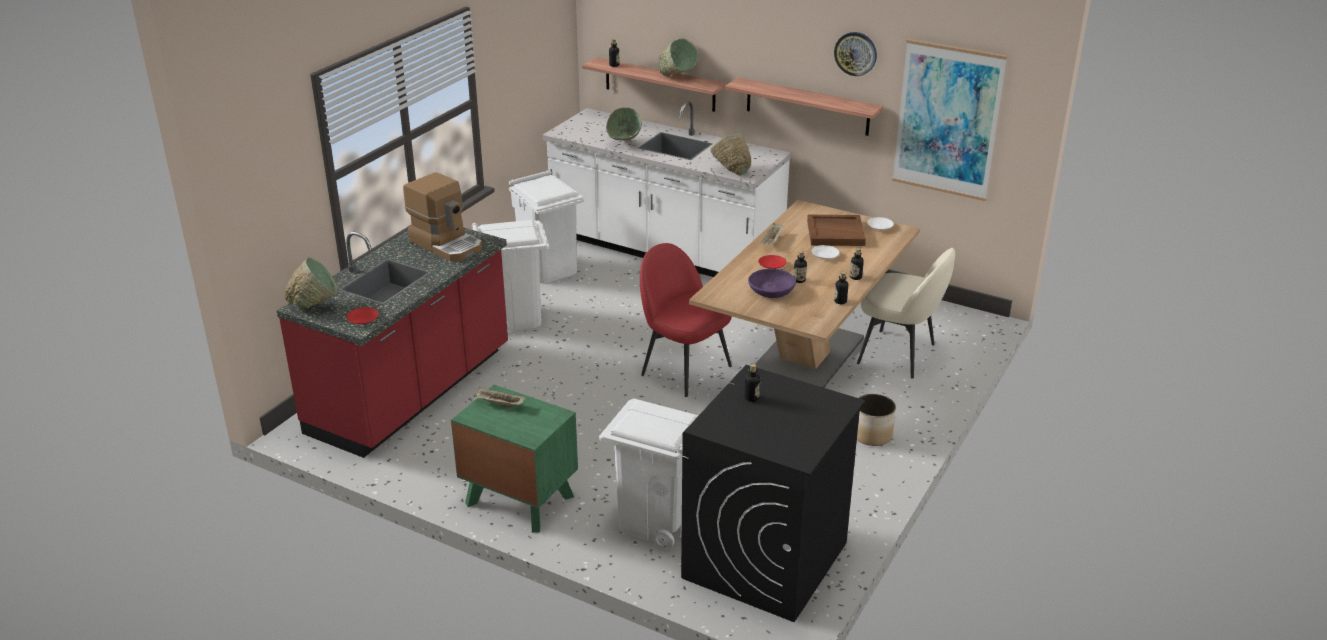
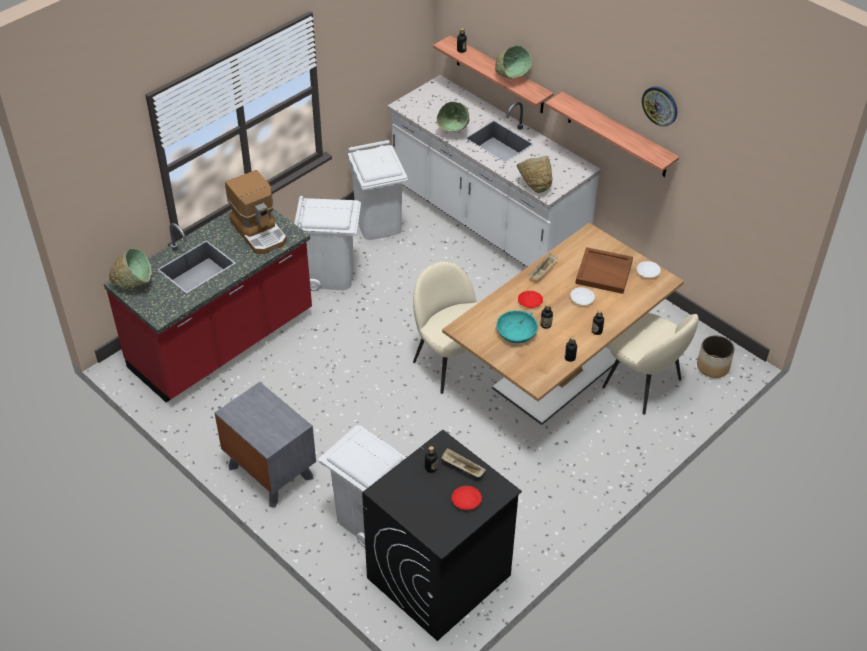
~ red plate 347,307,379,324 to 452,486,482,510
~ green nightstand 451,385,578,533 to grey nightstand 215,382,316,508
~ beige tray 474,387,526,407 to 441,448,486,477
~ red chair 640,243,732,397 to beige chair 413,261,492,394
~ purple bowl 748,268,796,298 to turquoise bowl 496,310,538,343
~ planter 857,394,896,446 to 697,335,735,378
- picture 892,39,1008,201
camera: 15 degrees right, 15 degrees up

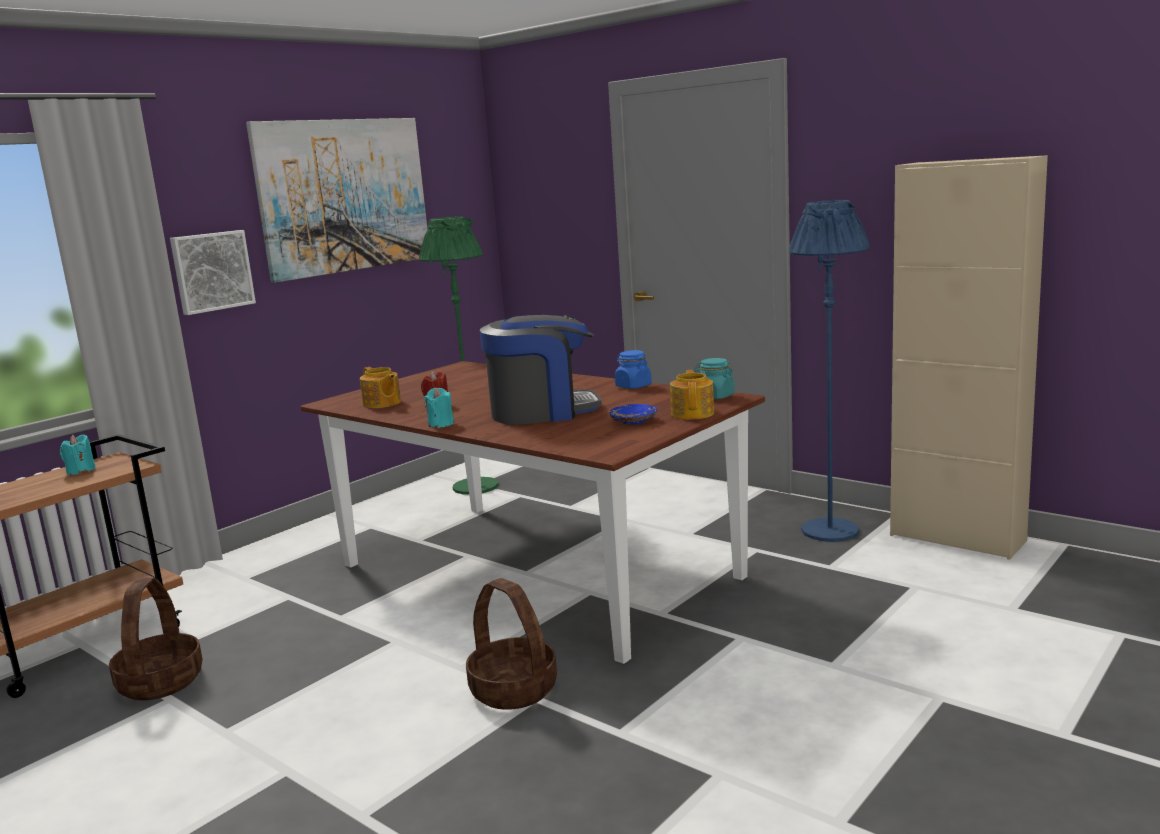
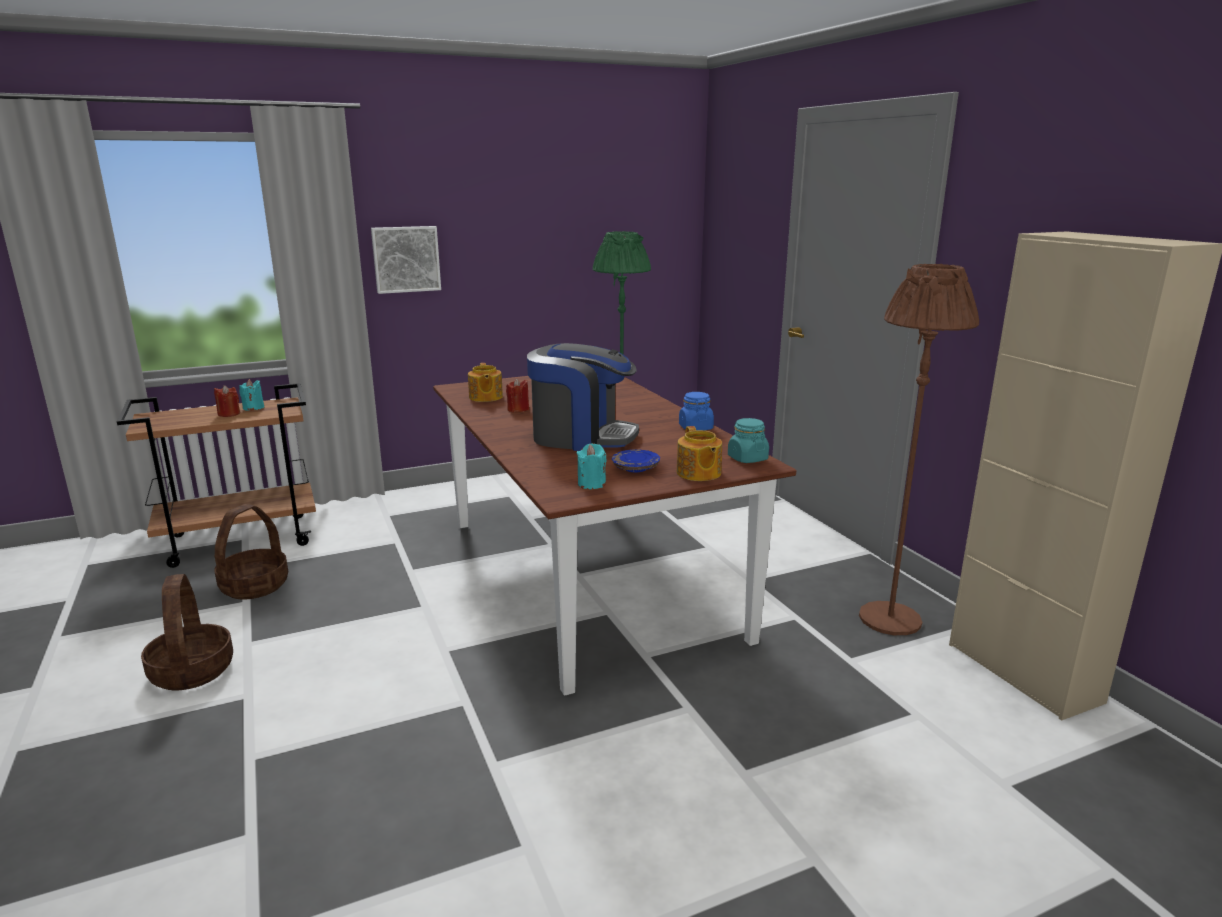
- picture 246,118,427,283
~ turquoise candle 424,387,454,428 to 577,443,607,489
~ basket 466,578,557,710 to 141,574,233,690
~ teapot 670,370,714,420 = 677,426,722,481 135 degrees clockwise
~ blue floor lamp 789,200,869,542 to brown floor lamp 859,264,979,635
+ red candle 214,385,240,417
camera: 25 degrees right, 5 degrees up

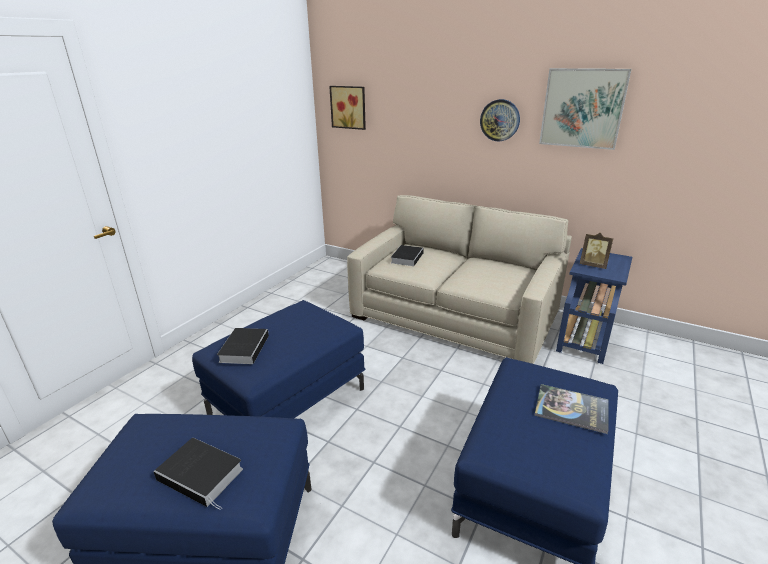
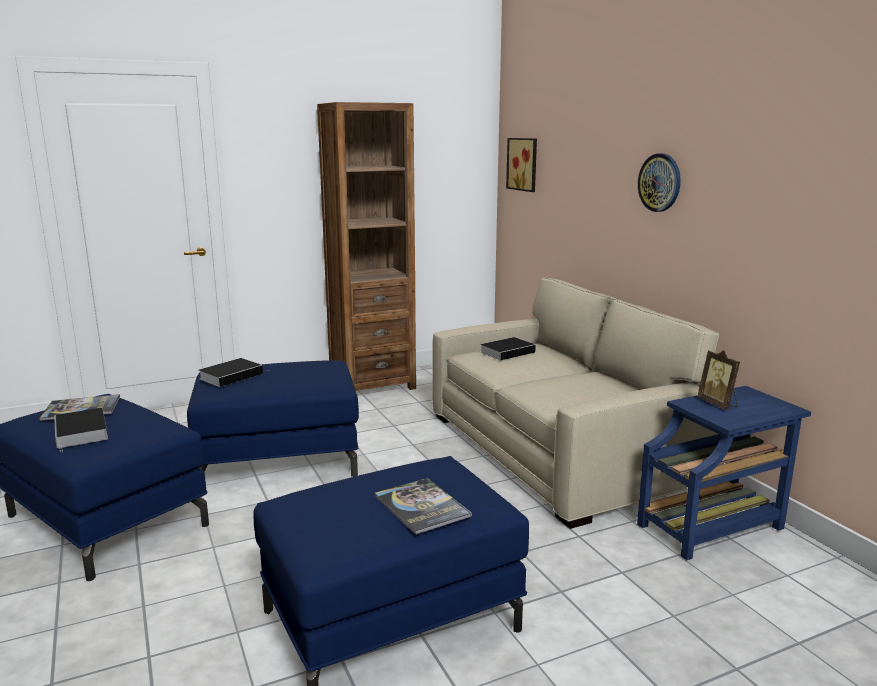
- picture 539,68,632,150
+ book 40,394,120,421
+ brown bookcase 317,102,416,391
camera: 35 degrees right, 10 degrees down

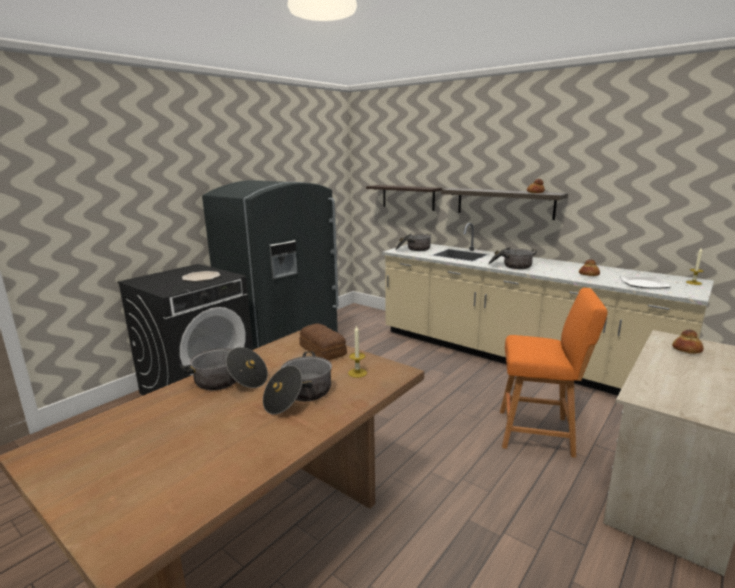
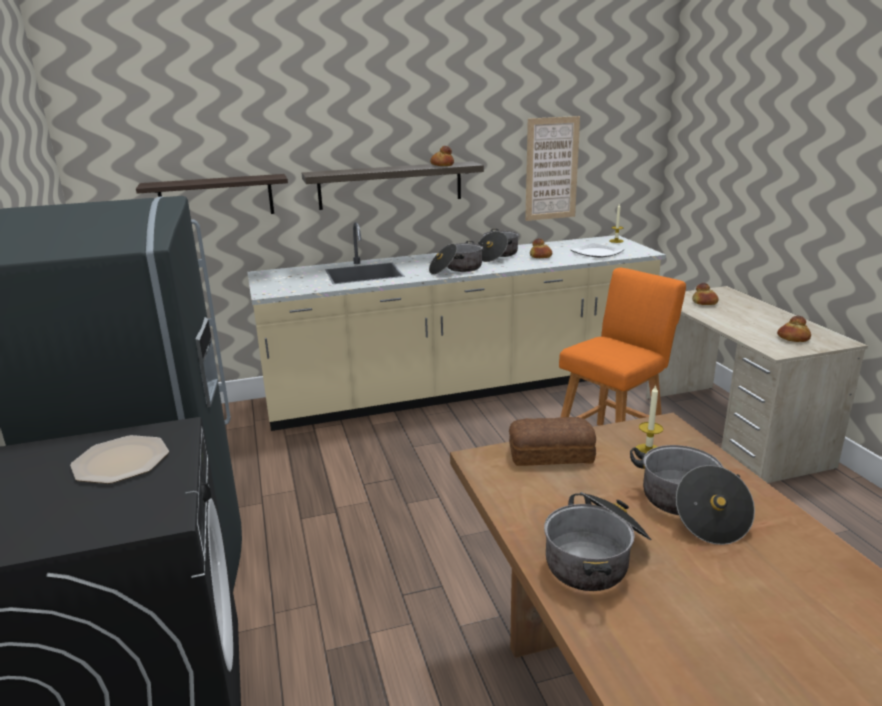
~ cooking pot 395,233,431,251 to 478,229,519,262
+ picture 525,116,580,221
+ bread 777,316,811,342
camera: 55 degrees left, 5 degrees up

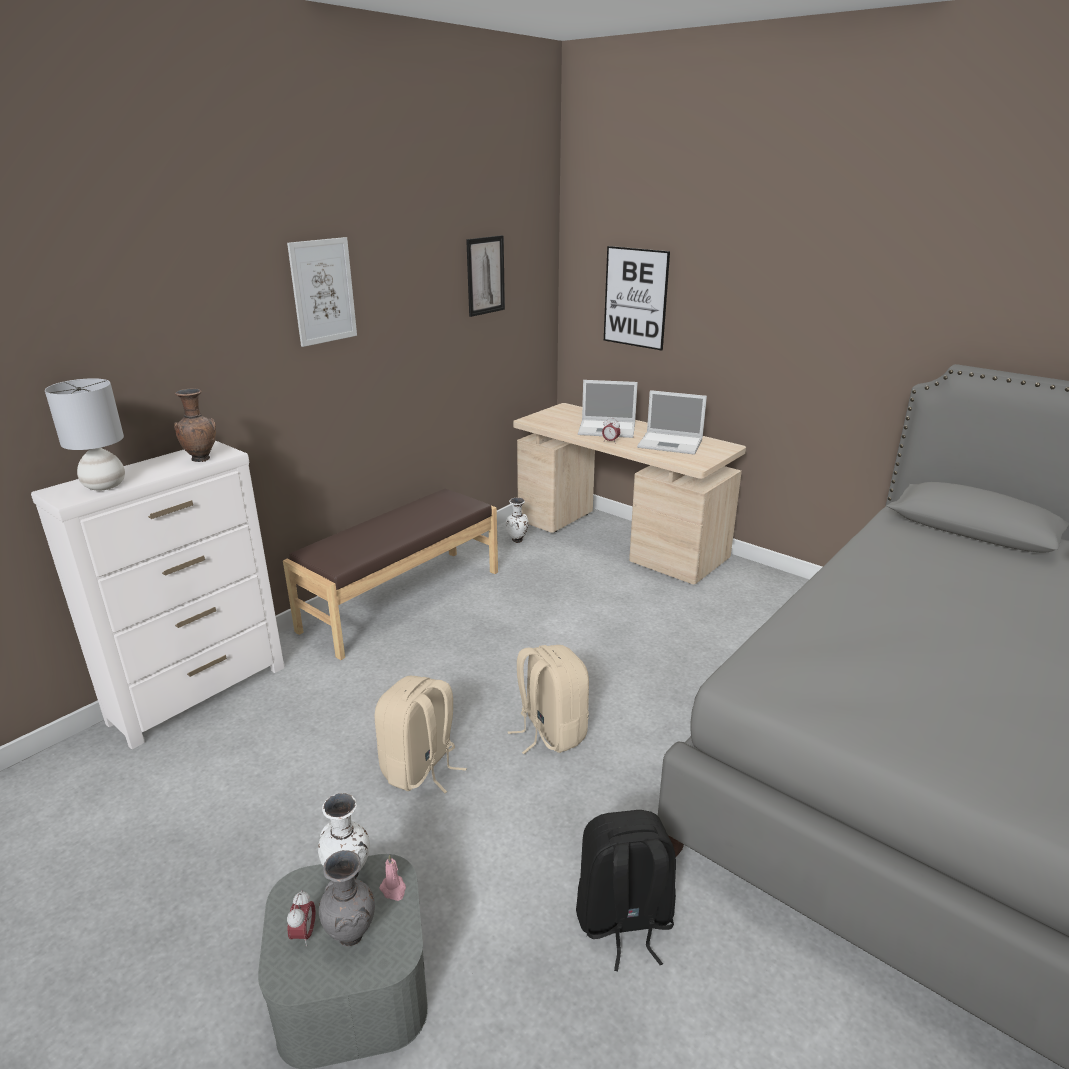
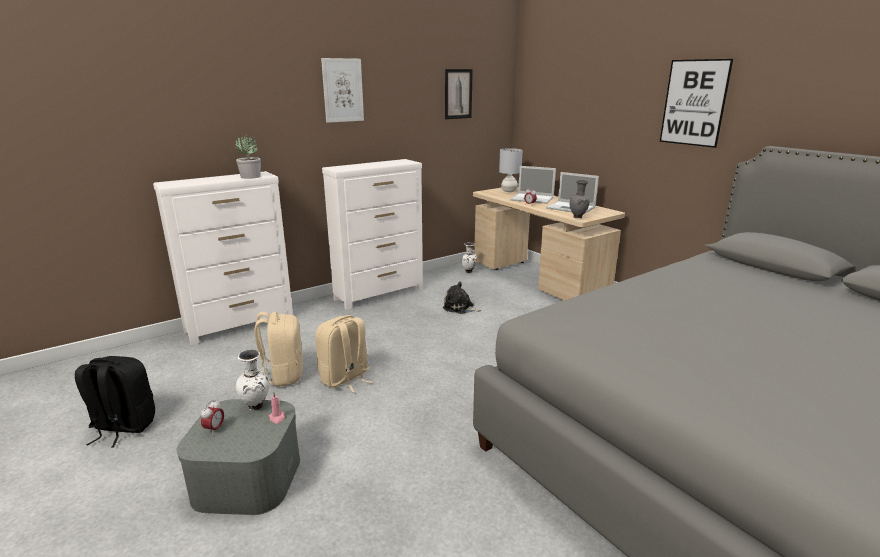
~ grey table lamp 45,378,125,491 to 499,148,523,192
~ brown vase 174,389,216,462 to potted plant 235,135,261,179
~ brown bench 283,489,498,660 to white dresser 322,159,423,310
~ grey vase 319,850,375,947 to 570,180,590,219
~ beige backpack 508,645,589,754 to 254,312,303,387
~ black backpack 576,810,676,971 to 75,356,155,448
~ picture 604,246,670,351 to 660,59,733,148
+ plush toy 443,282,481,314
camera: 15 degrees right, 5 degrees down

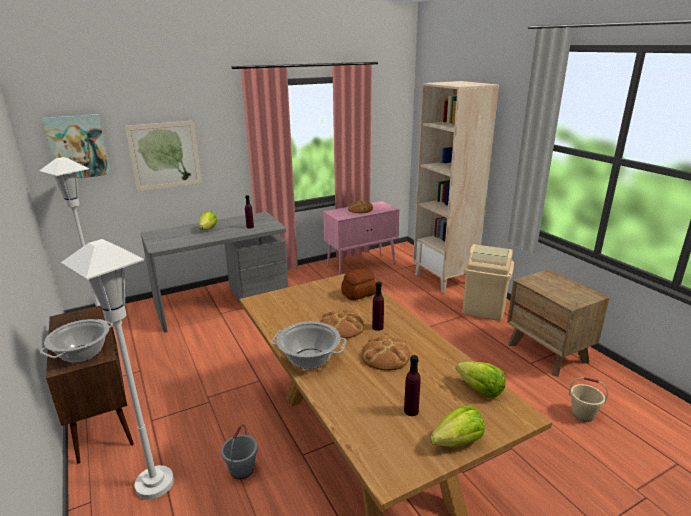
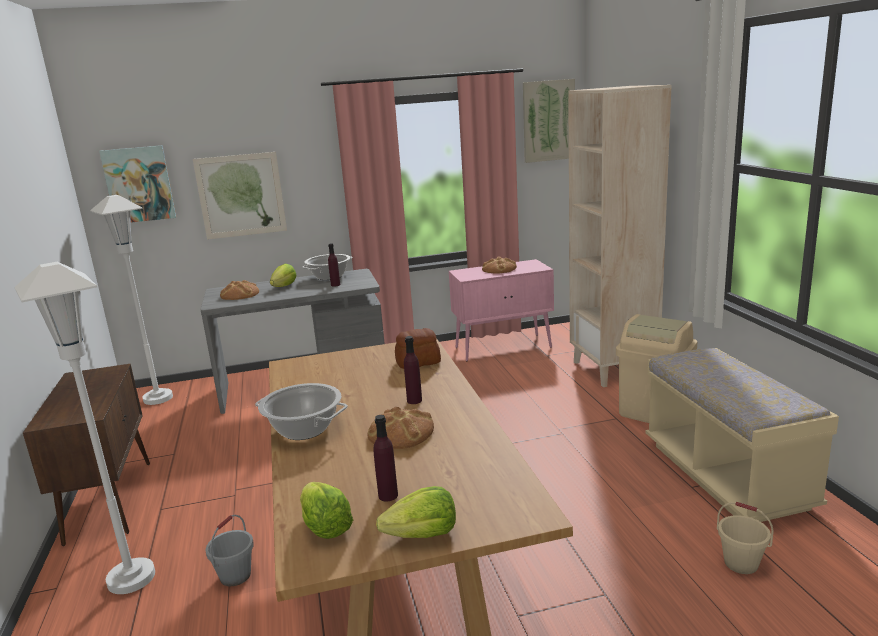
~ cooking pot 40,319,113,363 to 302,254,353,280
~ bread 321,310,364,339 to 220,280,259,300
~ lettuce 456,362,506,398 to 300,482,353,539
~ brown nightstand 507,269,610,377 to beige bench 646,348,839,522
+ picture 523,79,575,163
camera: 15 degrees right, 5 degrees down

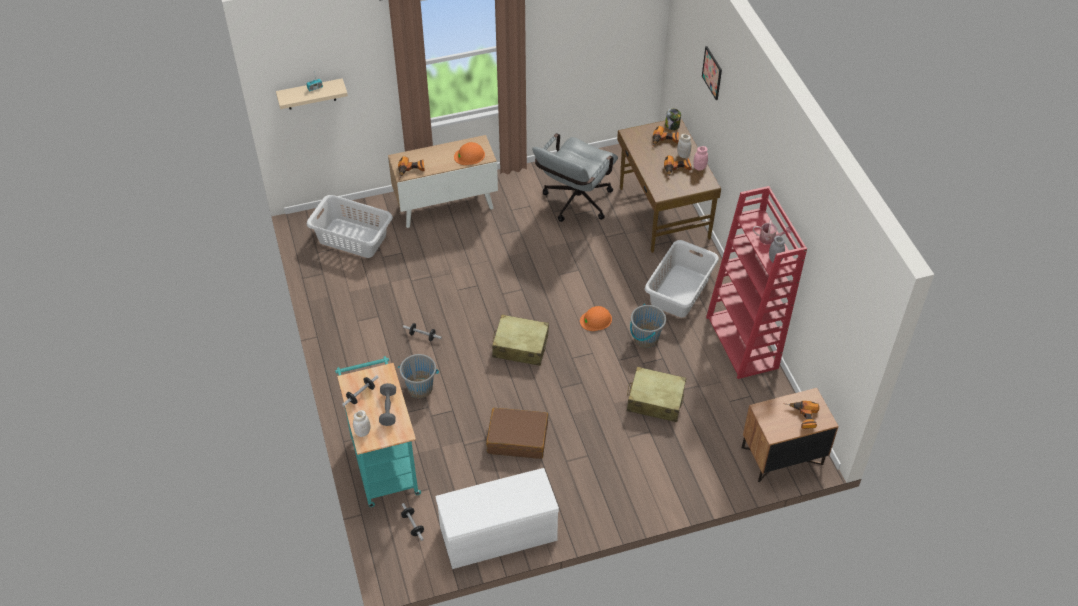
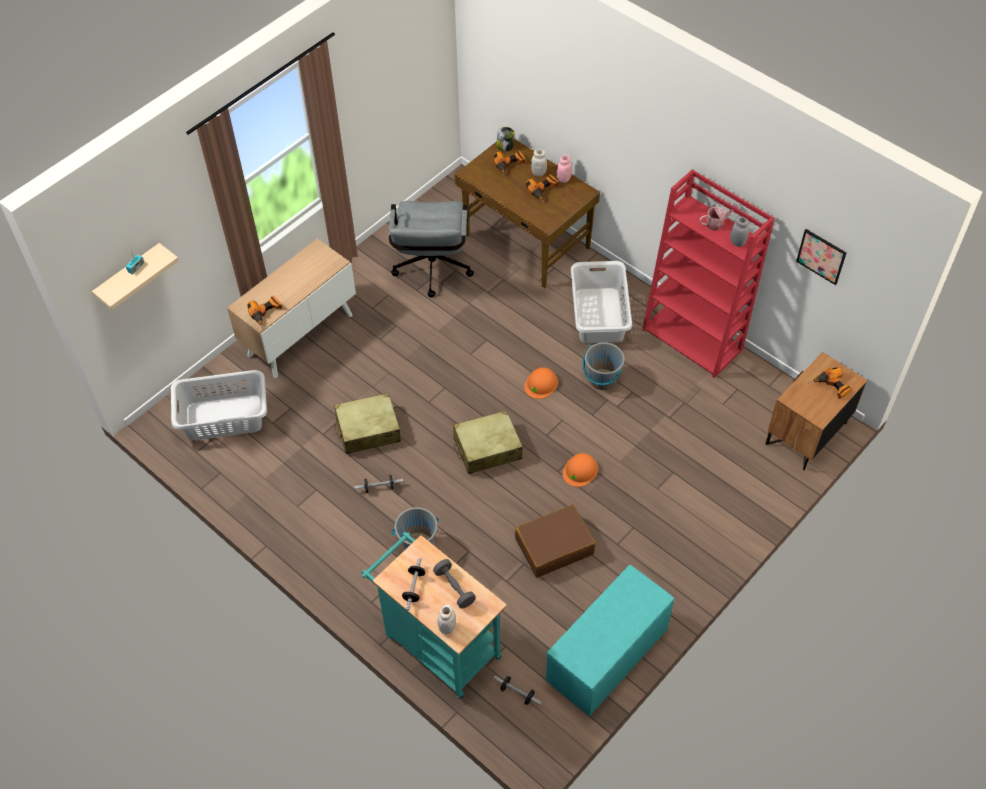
~ white bench 436,468,559,569 to turquoise bench 546,565,674,717
~ orange hard hat 454,142,485,165 to 563,453,598,487
~ beige suitcase 627,367,686,422 to 334,393,401,454
~ picture 702,46,722,100 to 796,229,847,285
camera: 30 degrees left, 5 degrees up

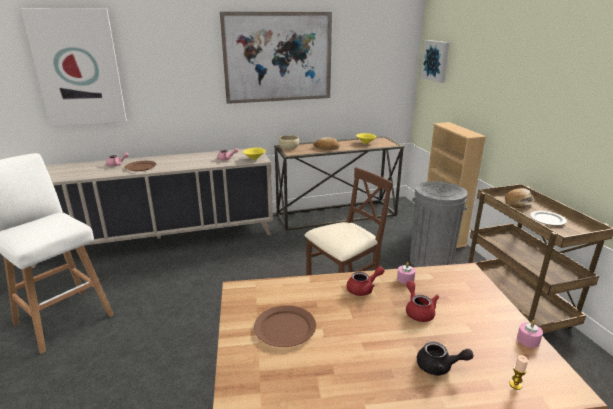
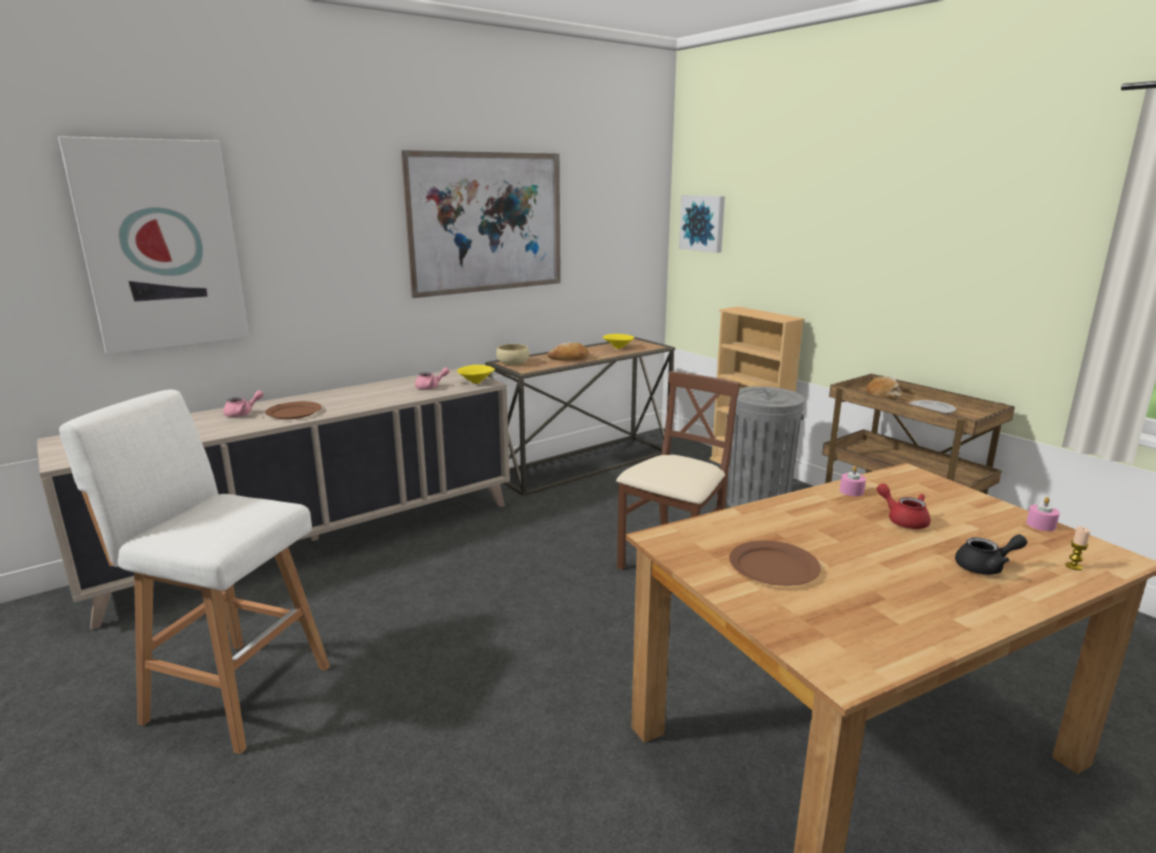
- red teapot 346,266,385,296
camera: 20 degrees left, 5 degrees down

